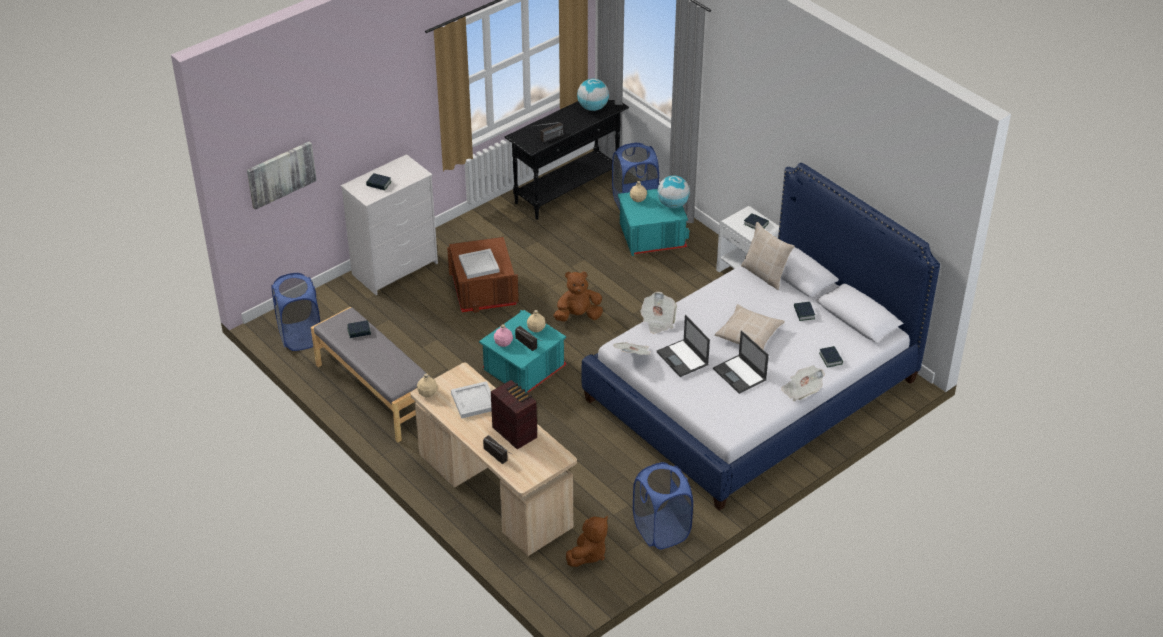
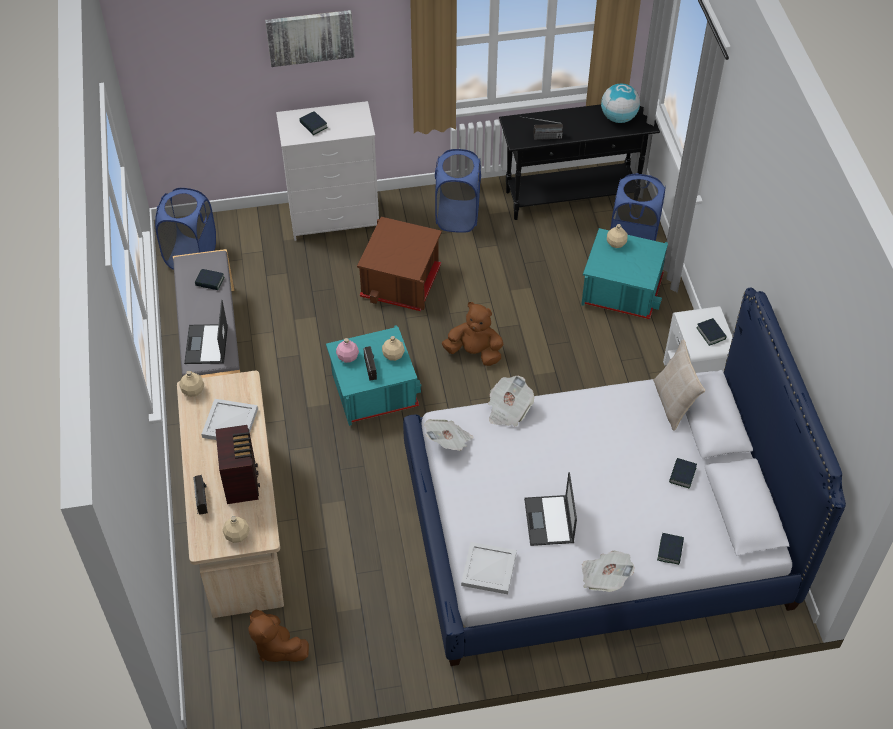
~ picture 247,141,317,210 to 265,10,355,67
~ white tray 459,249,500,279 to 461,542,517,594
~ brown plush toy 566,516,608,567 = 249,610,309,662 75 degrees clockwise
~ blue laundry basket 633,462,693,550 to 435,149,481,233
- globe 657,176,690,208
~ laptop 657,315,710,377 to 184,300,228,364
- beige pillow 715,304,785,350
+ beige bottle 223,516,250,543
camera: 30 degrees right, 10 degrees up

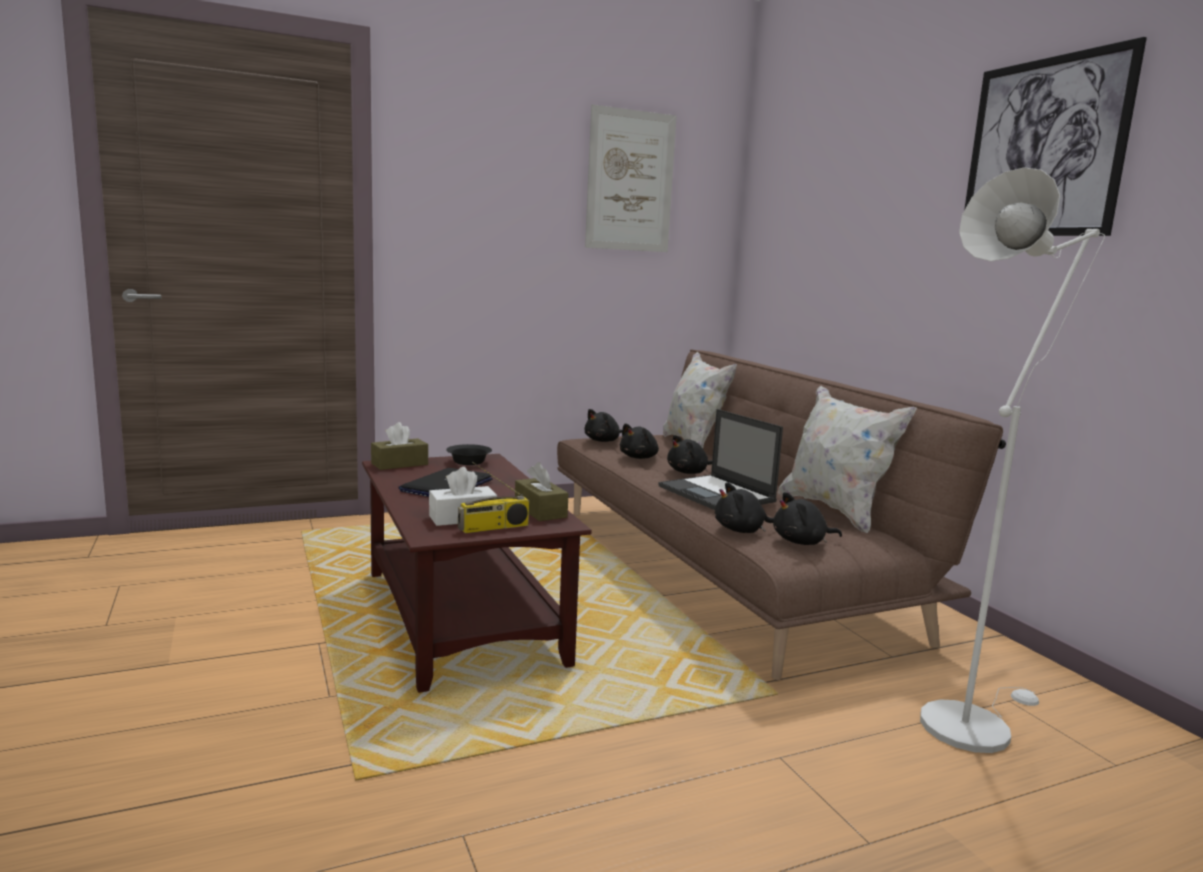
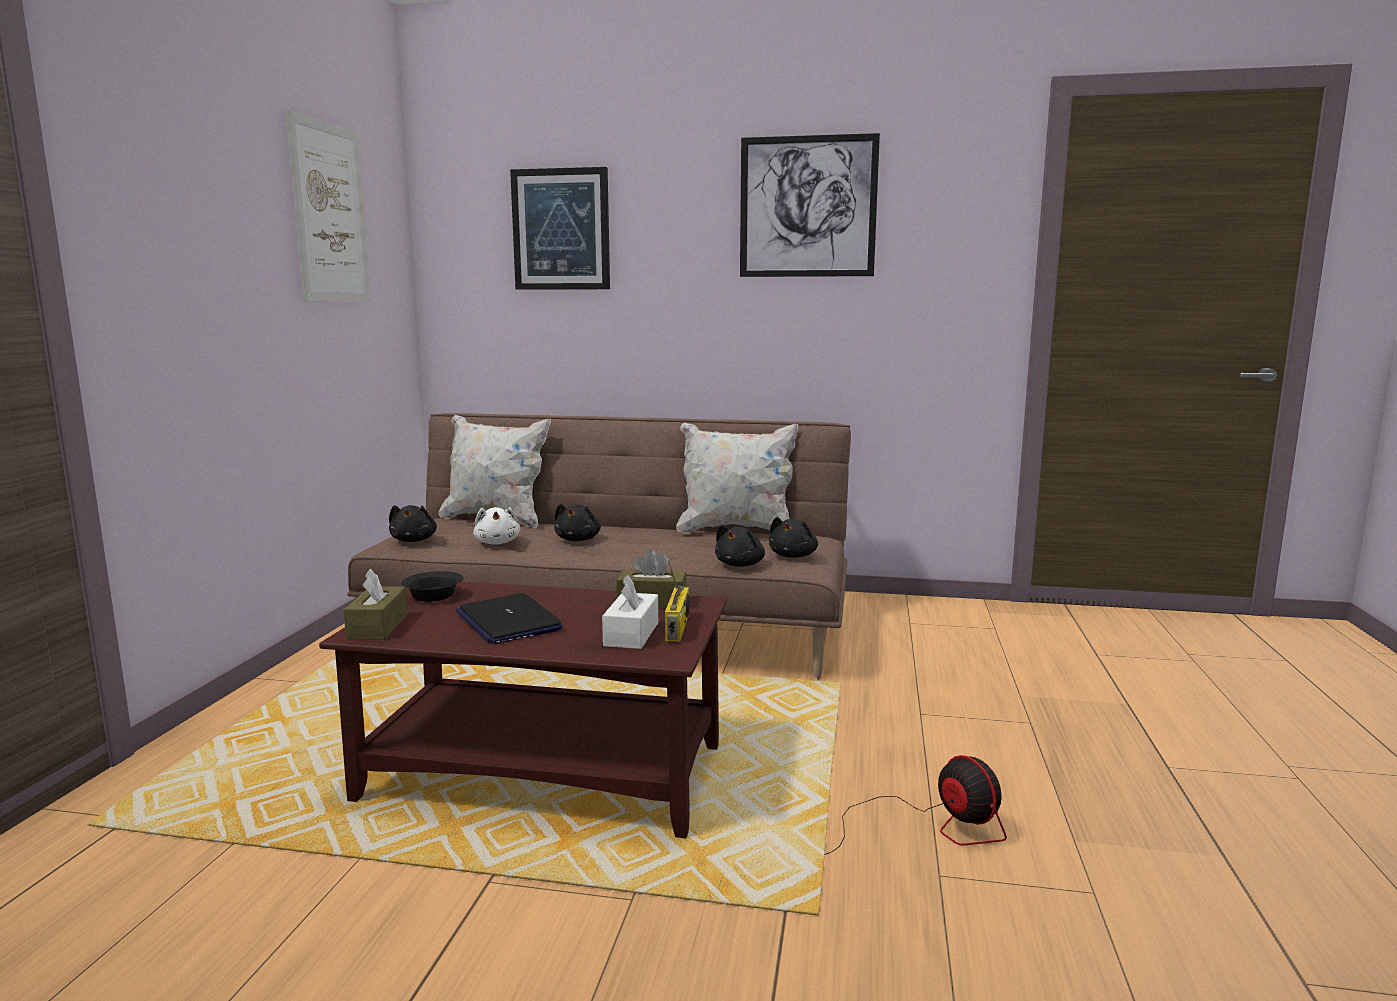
~ black plush toy 620,424,659,459 to white plush toy 473,507,520,545
- laptop 659,409,783,510
- white floor lamp 920,167,1105,753
+ picture 510,167,610,290
+ fan 825,755,1007,855
camera: 55 degrees left, 0 degrees up

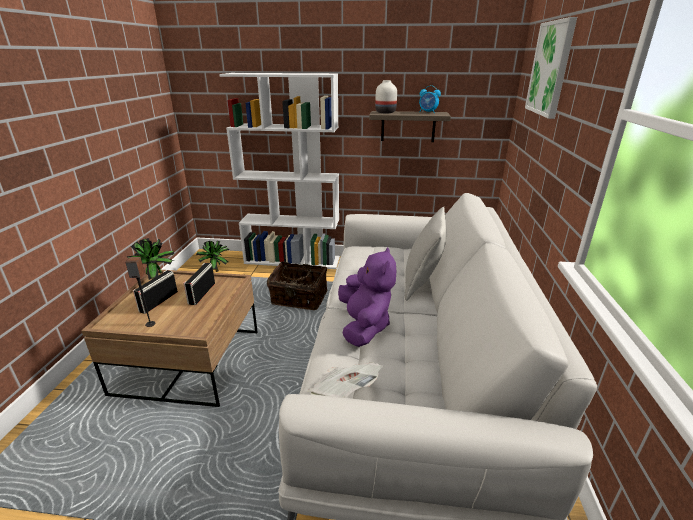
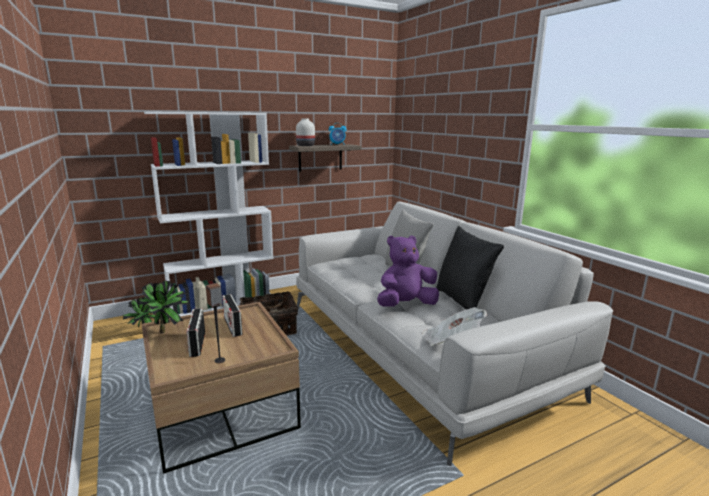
~ purple plush toy 338,247,396,347 = 377,235,439,307 75 degrees counterclockwise
- picture 525,17,577,119
+ black pillow 436,226,504,310
camera: 35 degrees left, 10 degrees down

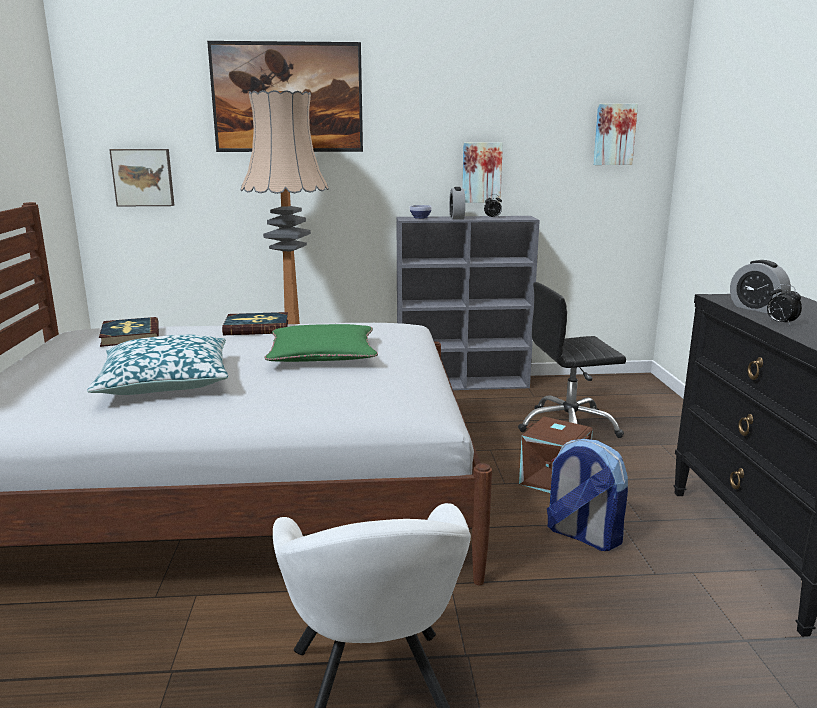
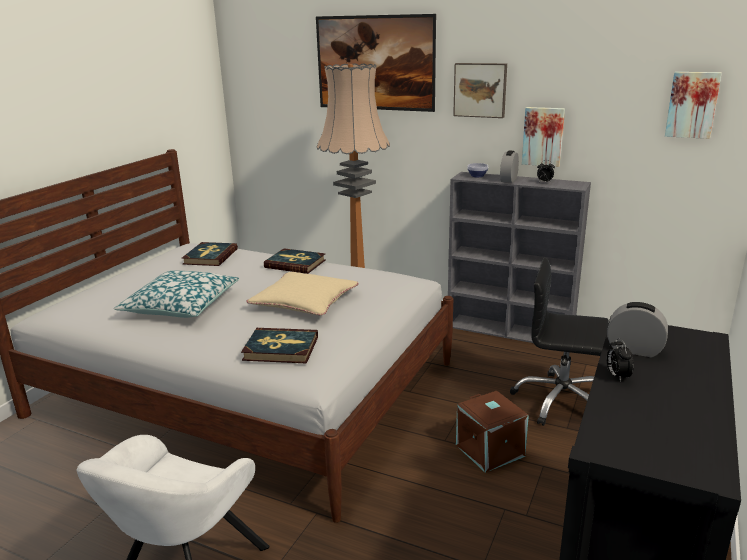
~ picture 109,149,174,207 to 453,63,507,118
~ green pillow 264,324,378,362 to beige pillow 246,272,359,315
- backpack 547,439,628,551
~ alarm clock 730,260,791,313 = 607,302,668,357 120 degrees clockwise
+ book 241,328,318,363
camera: 30 degrees right, 5 degrees up

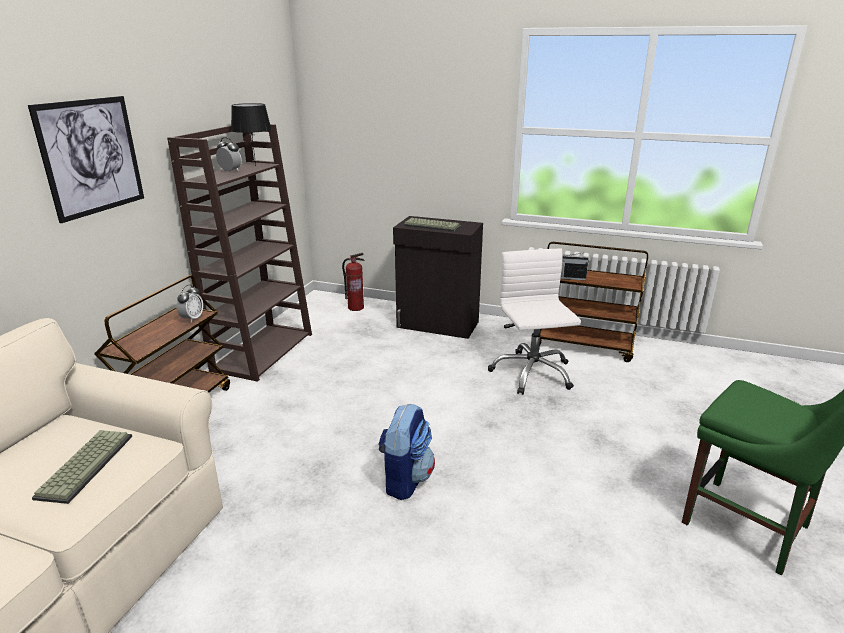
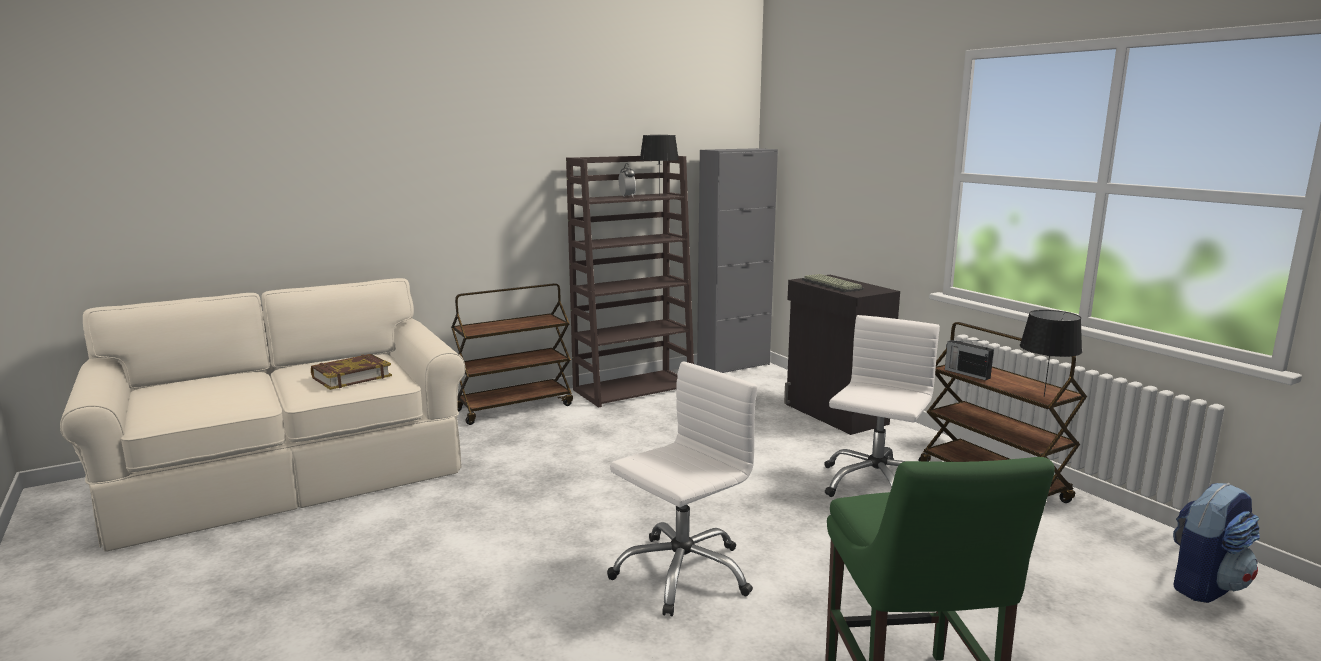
- picture 28,96,144,223
~ keyboard 32,430,132,504 to book 311,354,392,390
- alarm clock 177,285,203,322
- fire extinguisher 342,253,364,311
~ backpack 378,404,435,500 to 1173,483,1260,603
+ white office chair 607,361,757,616
+ grey cabinet 697,148,778,373
+ black table lamp 1020,310,1082,397
camera: 40 degrees right, 10 degrees down

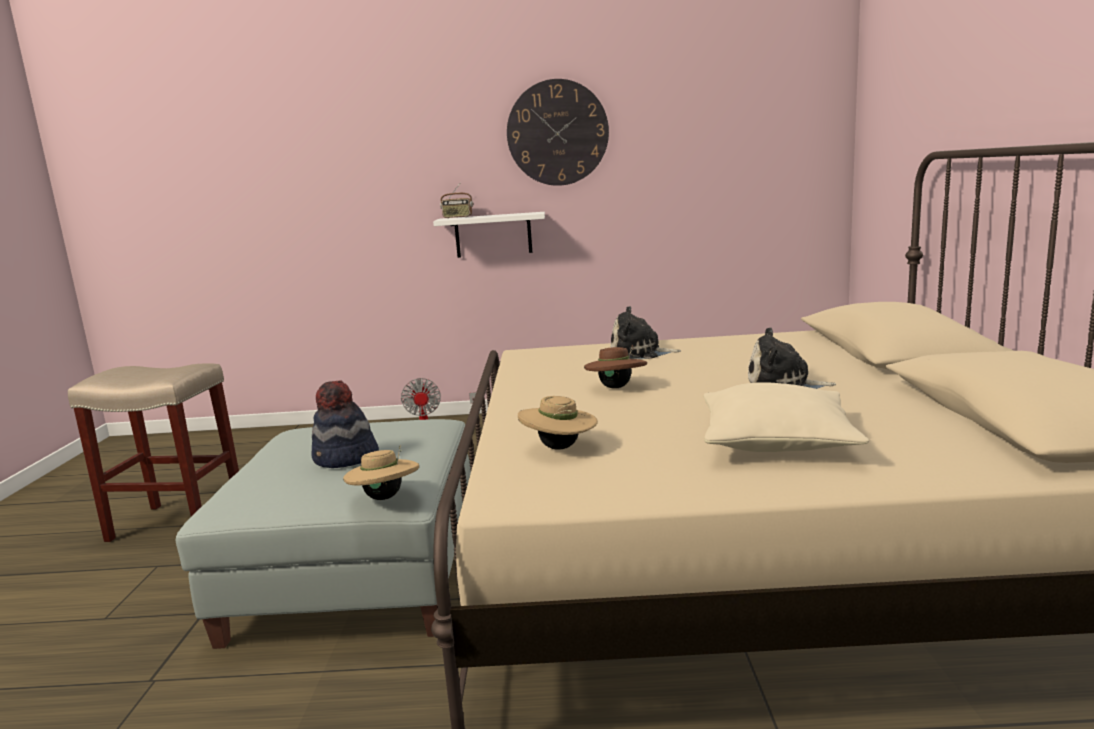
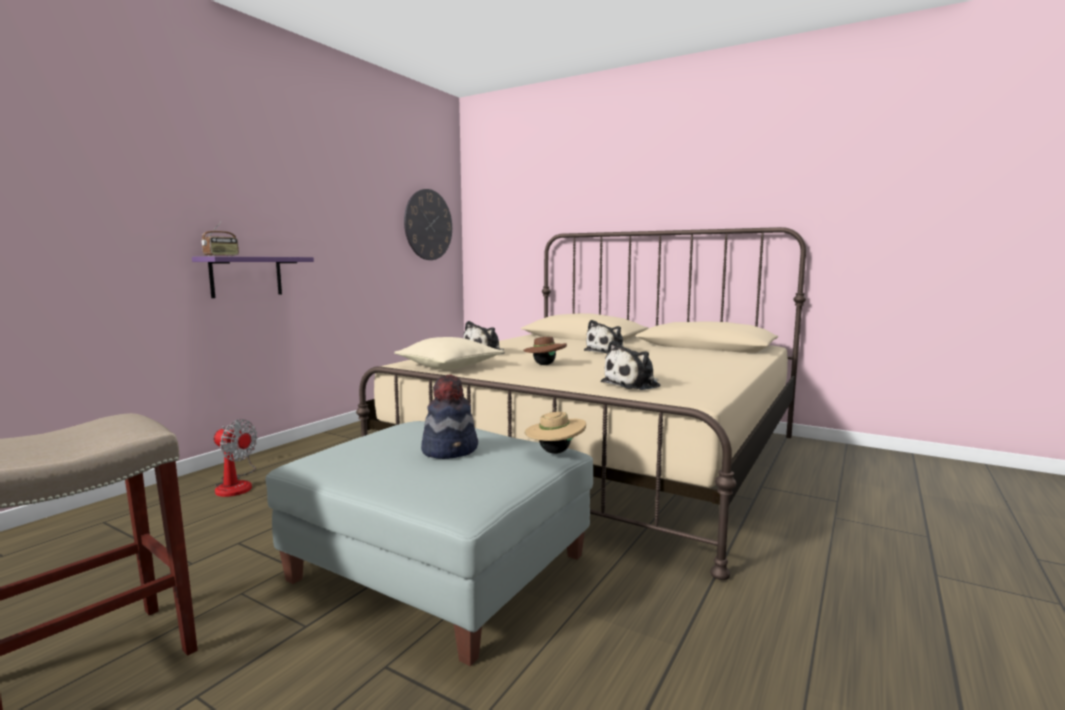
~ white shelf 433,212,545,258 to purple shelf 192,256,314,298
~ wall clock 507,79,609,186 to 404,189,452,260
~ beige hat 518,396,598,450 to plush toy 601,341,661,390
~ beige pillow 704,382,869,452 to 394,337,505,370
camera: 60 degrees left, 5 degrees down

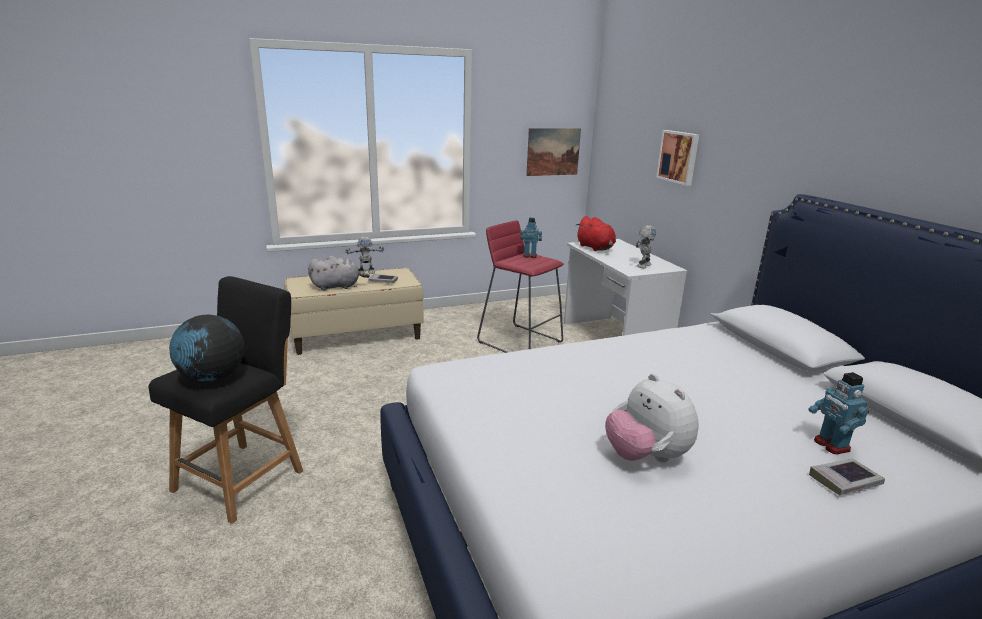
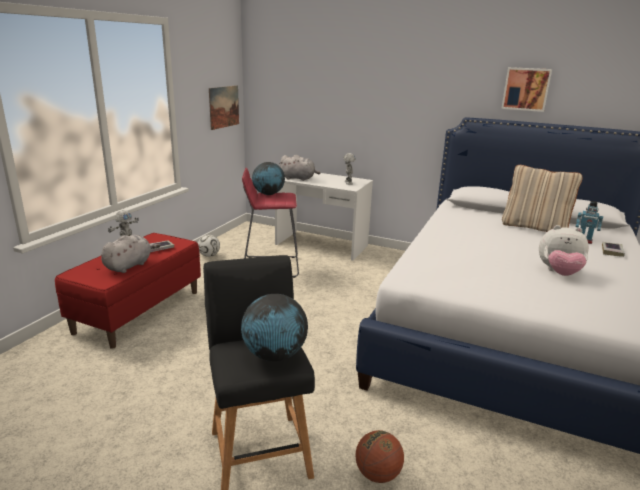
~ beige bench 285,268,423,355 to red bench 55,233,201,349
~ toy robot 520,218,542,258 to globe 252,162,285,195
~ red plush toy 576,216,616,251 to grey plush toy 279,155,320,181
~ picture 656,130,699,186 to 501,67,552,112
+ football 198,235,220,257
+ basketball 356,430,404,483
+ beige pillow 502,165,582,232
camera: 45 degrees left, 0 degrees up

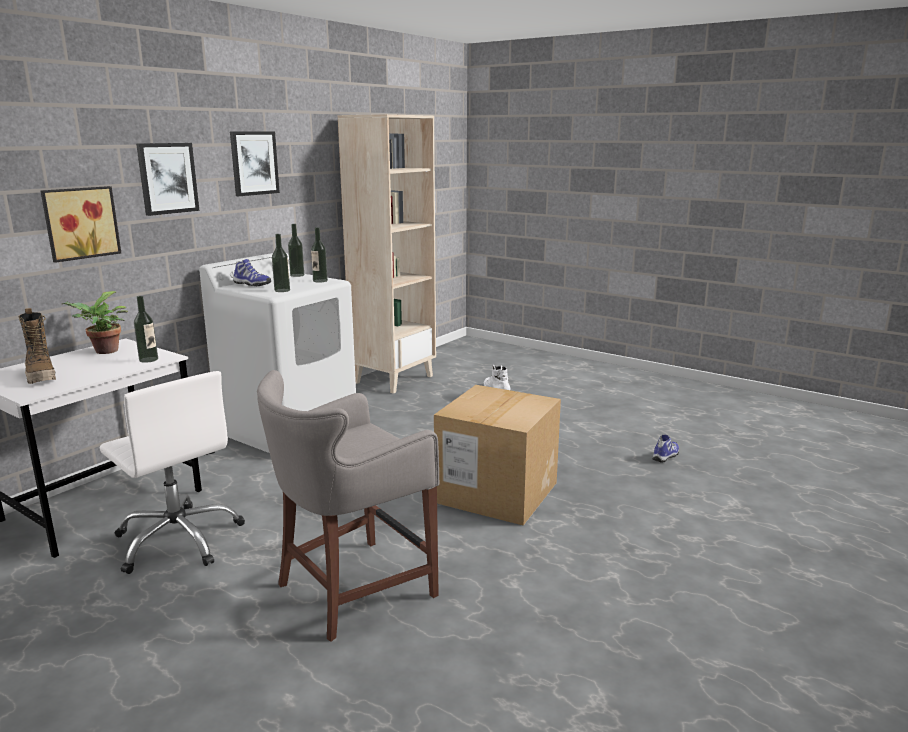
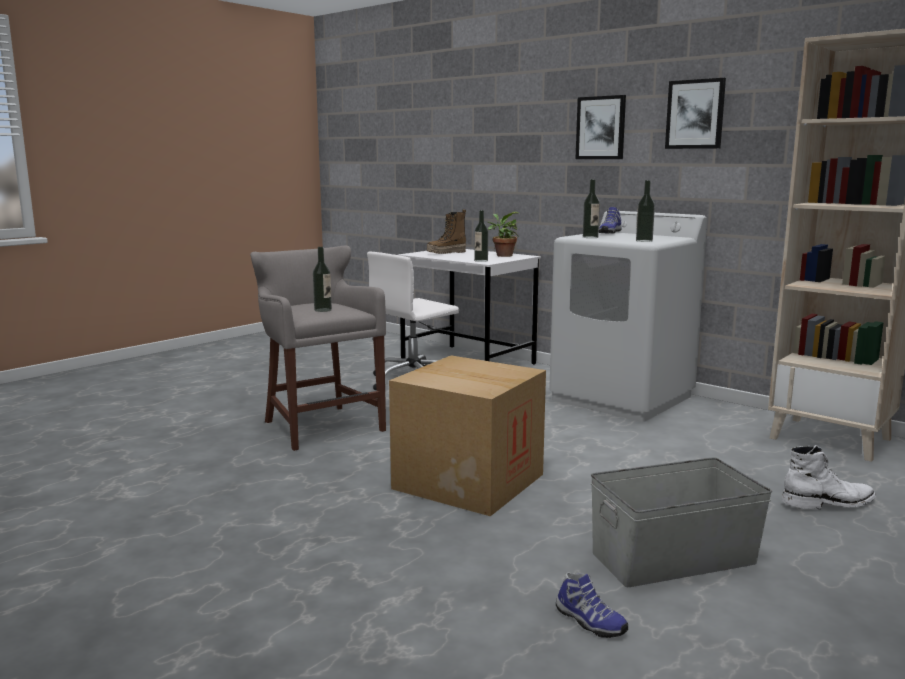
- picture 41,186,121,263
~ bottle 288,224,304,277 to 313,247,332,312
+ grey storage box 591,457,772,587
camera: 95 degrees right, 5 degrees down

